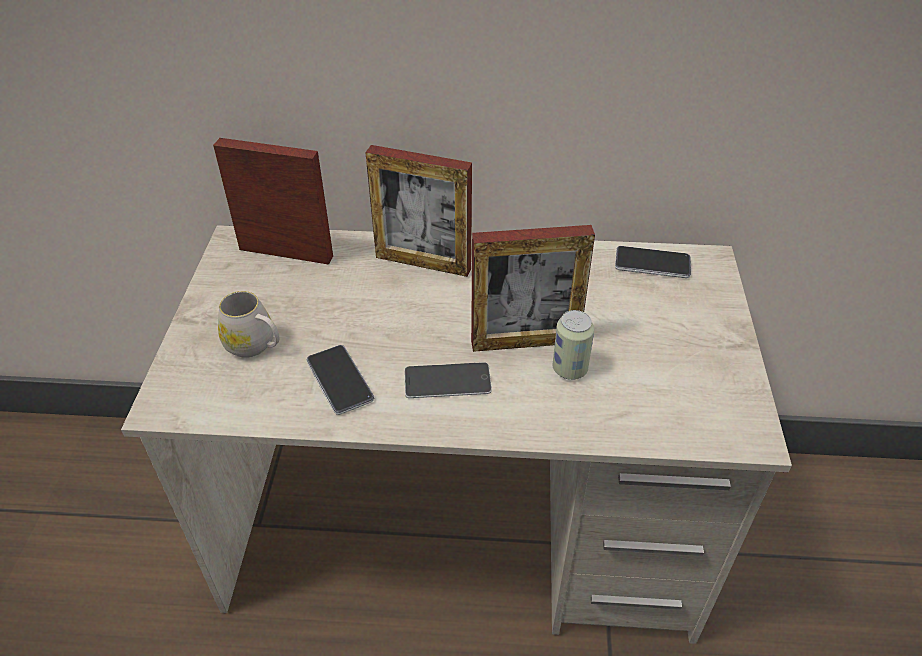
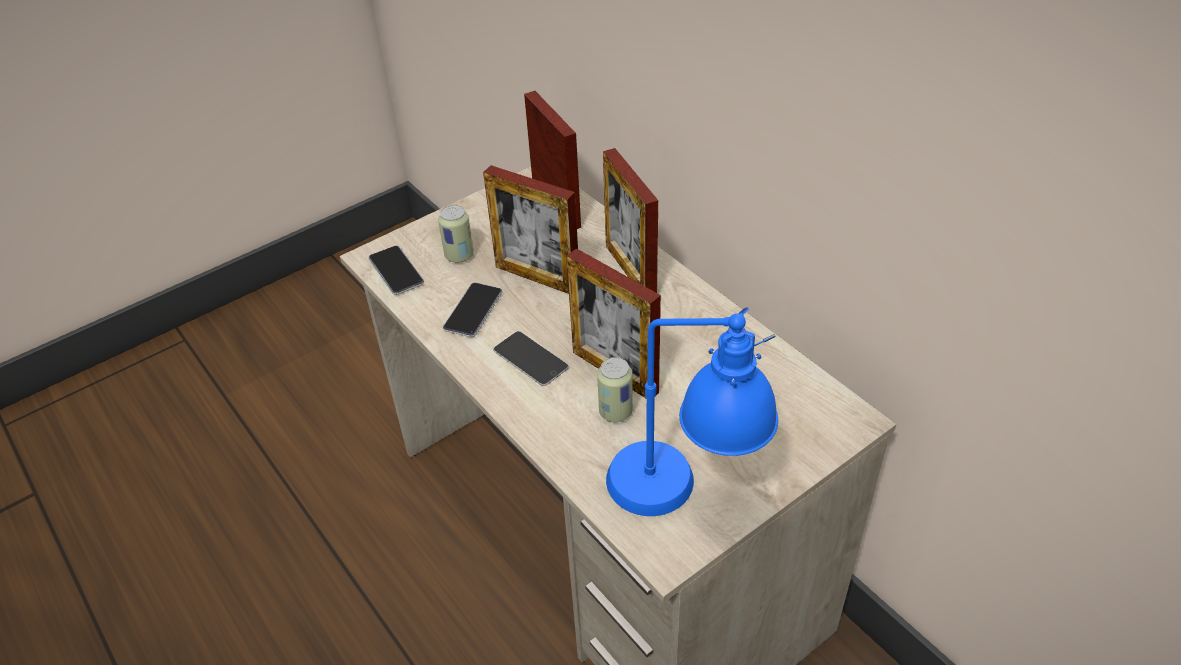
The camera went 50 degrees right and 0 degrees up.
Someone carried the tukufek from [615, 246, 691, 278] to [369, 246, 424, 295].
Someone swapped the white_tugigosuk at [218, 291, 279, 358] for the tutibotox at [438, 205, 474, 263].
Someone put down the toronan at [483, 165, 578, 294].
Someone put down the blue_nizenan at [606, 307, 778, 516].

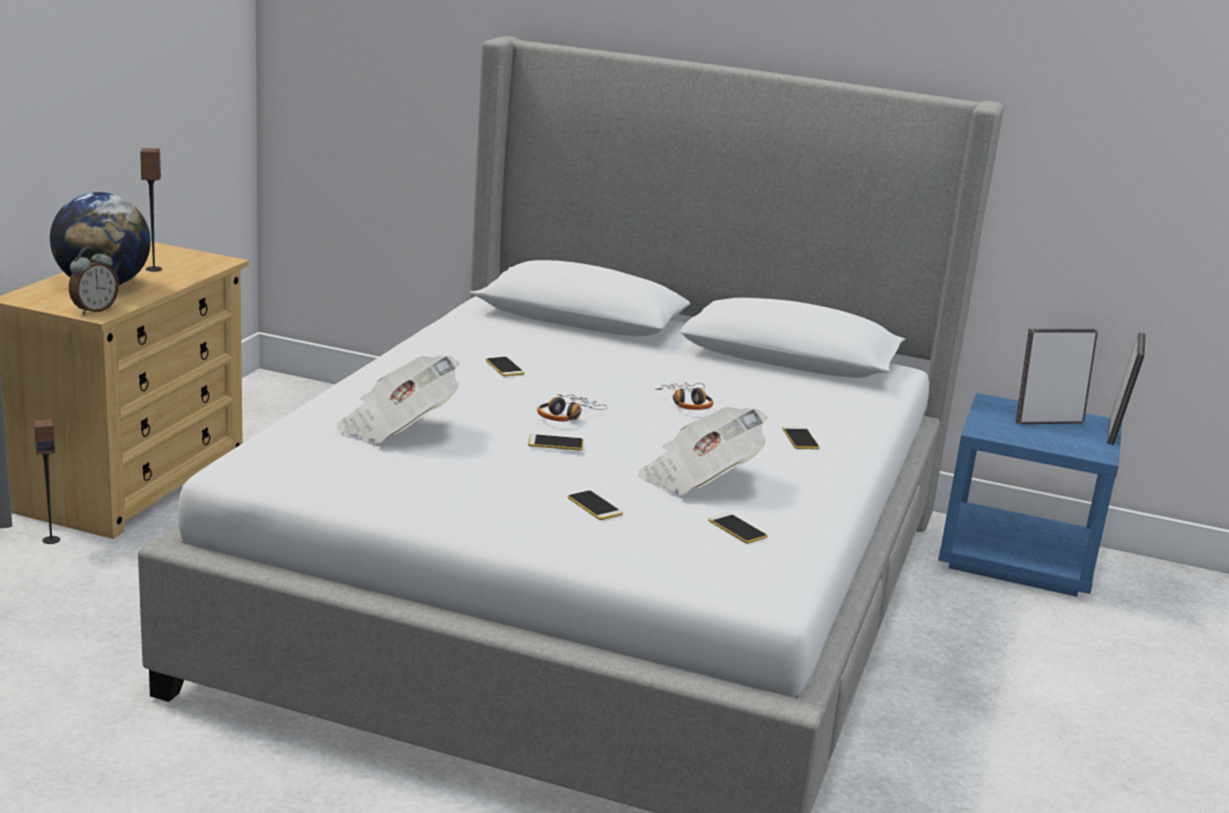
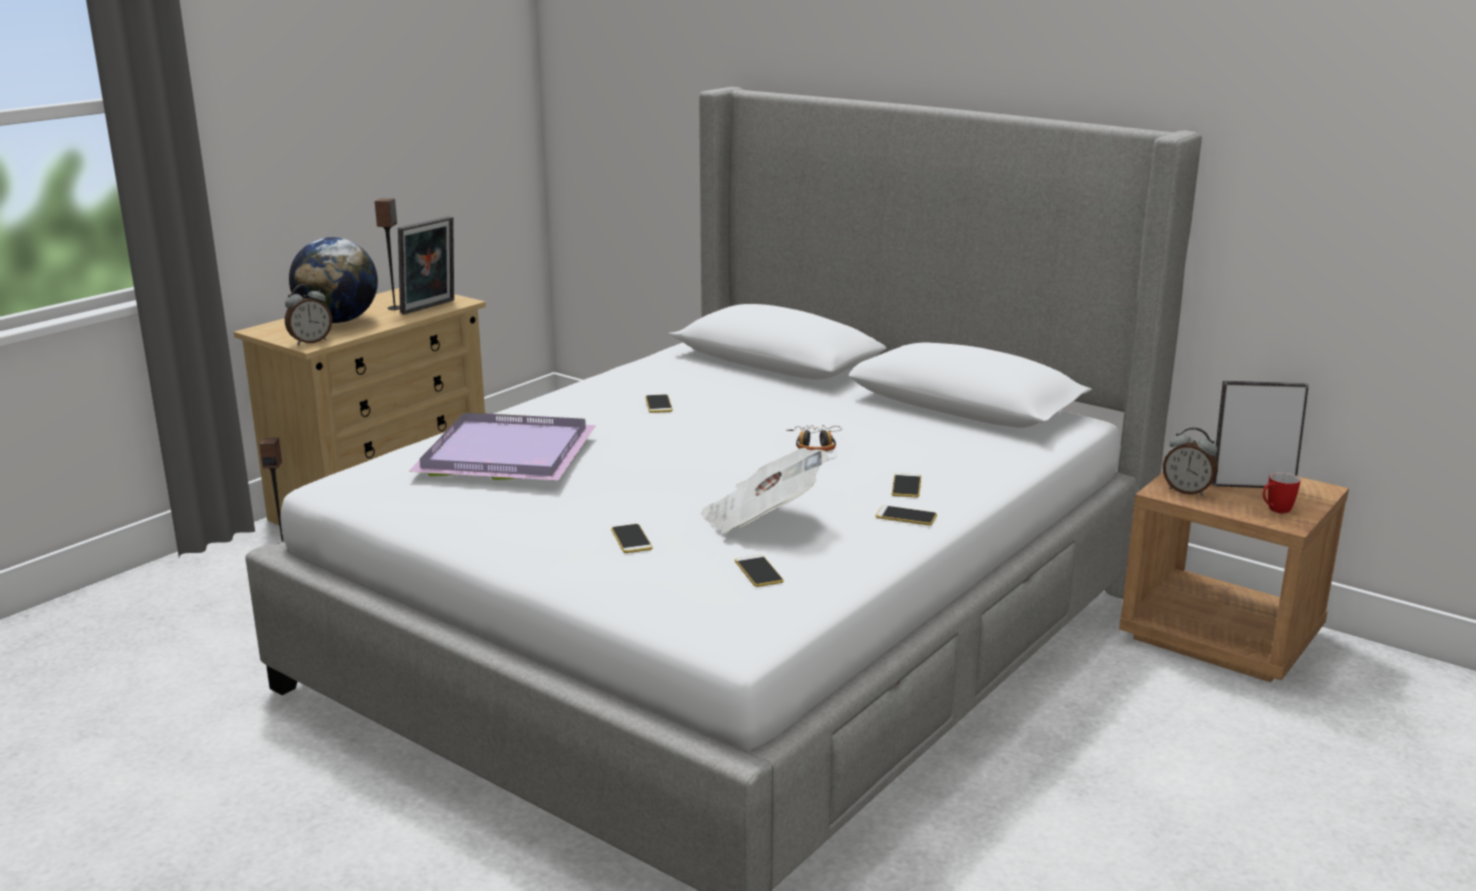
The camera went 20 degrees right and 0 degrees up.
Someone carried the toronan from [1107, 332, 1146, 445] to [398, 216, 454, 314].
Someone swapped the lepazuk at [337, 356, 459, 442] for the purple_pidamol at [408, 412, 596, 481].
Someone repainted the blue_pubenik at [938, 393, 1122, 597], which became the brown_pubenik at [1119, 472, 1349, 682].
Someone took away the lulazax at [537, 394, 608, 421].
Someone carried the tukufek from [528, 434, 583, 450] to [876, 505, 937, 525].
Someone put down the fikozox at [1163, 427, 1218, 496].
Someone put down the tugigosuk at [1263, 472, 1301, 513].

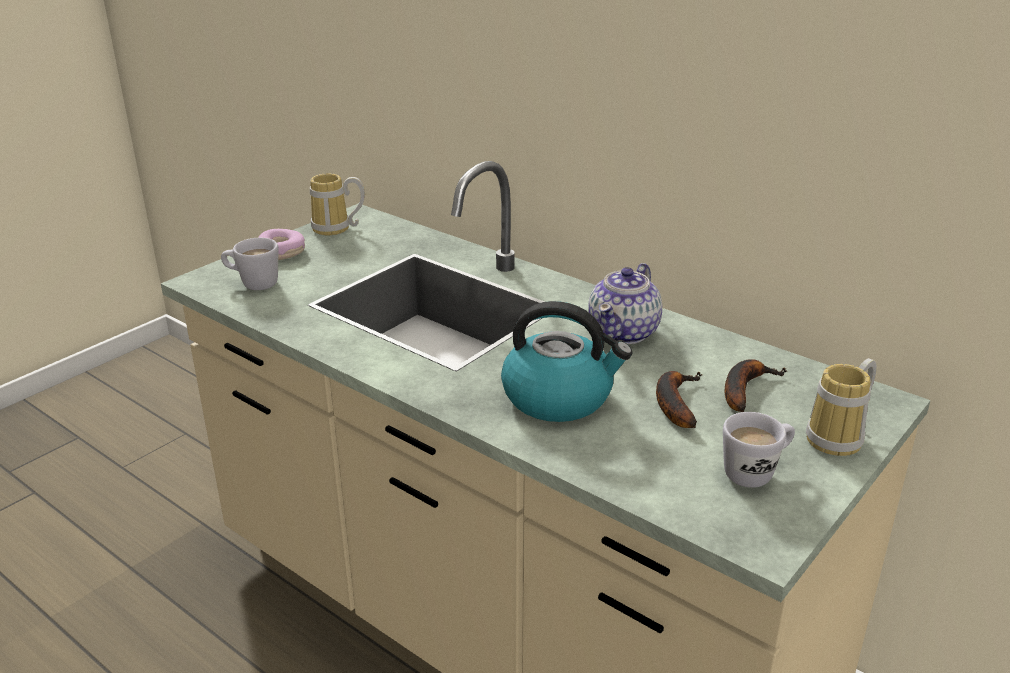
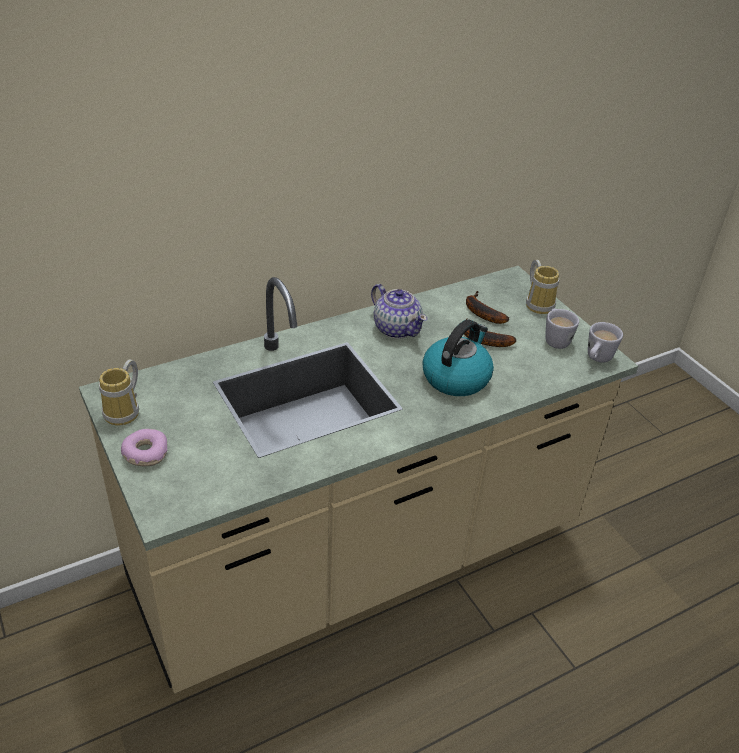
The camera went 70 degrees left and 10 degrees up.
Someone carried the white_tugigosuk from [221, 238, 278, 290] to [588, 322, 623, 363].

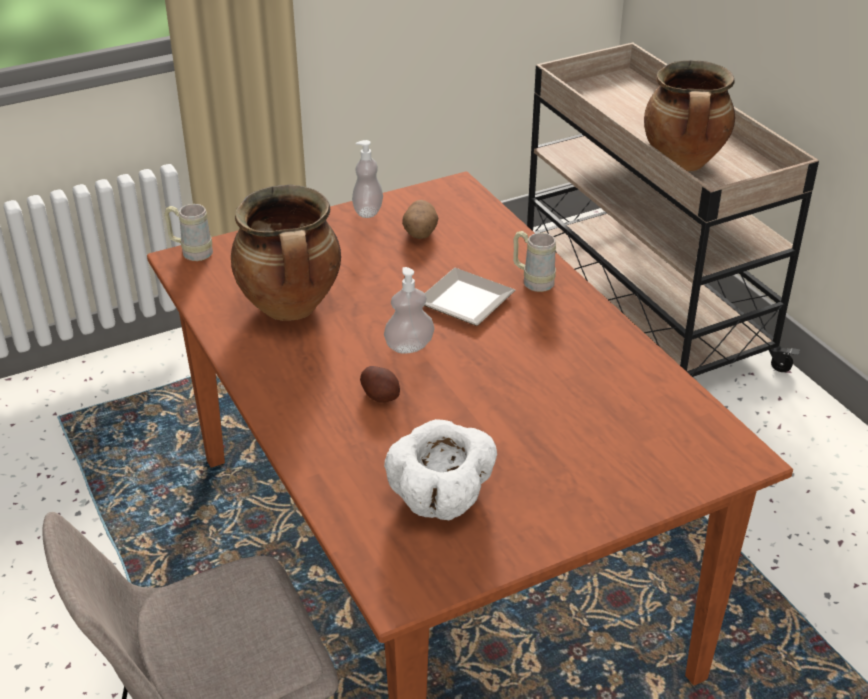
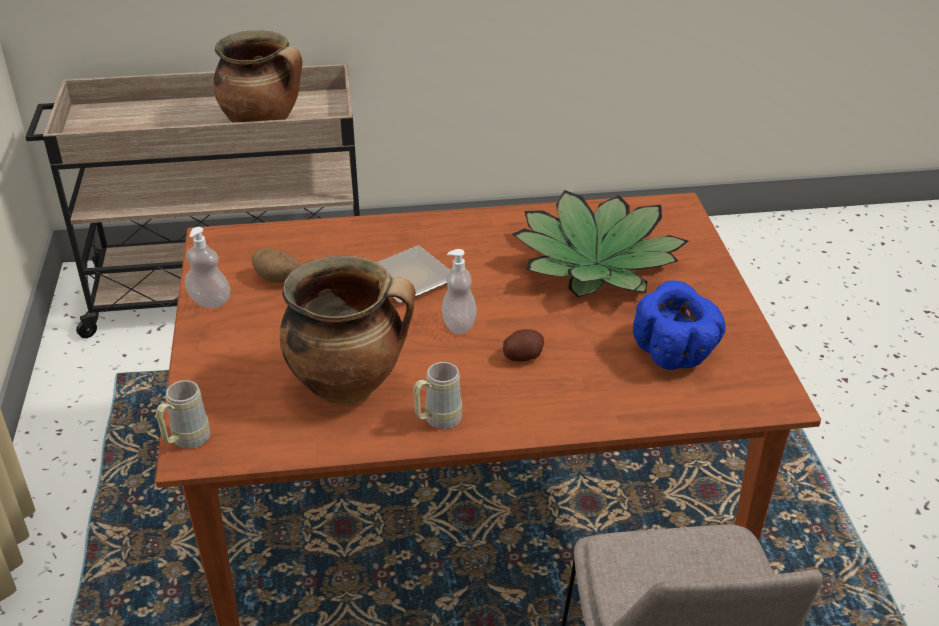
The camera went 70 degrees left and 0 degrees up.
Someone carried the beige_tugigosuk from [513, 231, 556, 292] to [413, 362, 462, 429].
Someone repainted the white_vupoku at [384, 419, 497, 520], which became the blue_vupoku at [633, 280, 726, 370].
Someone put down the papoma at [512, 190, 688, 297].

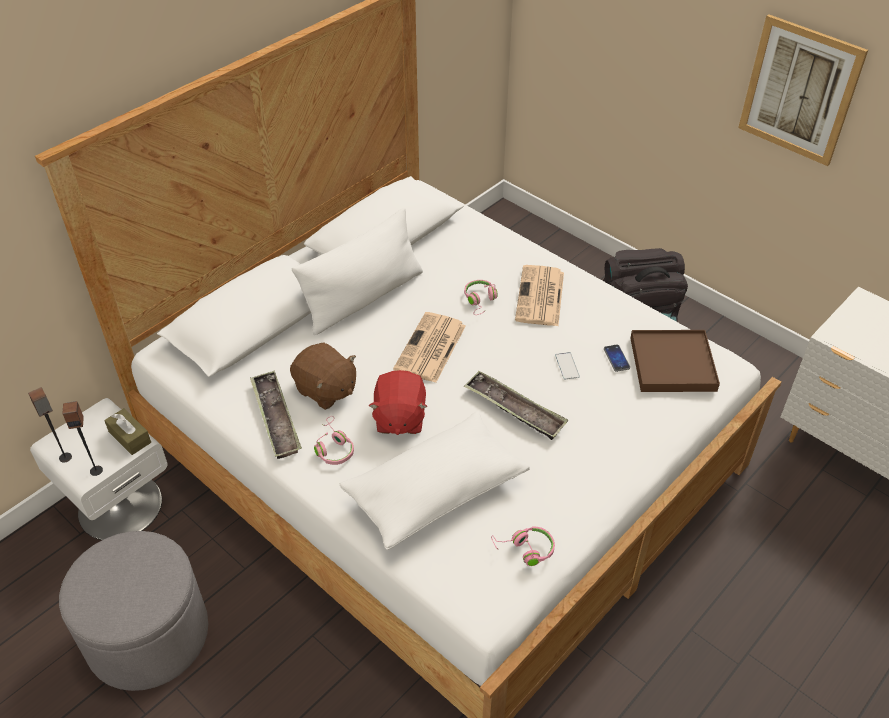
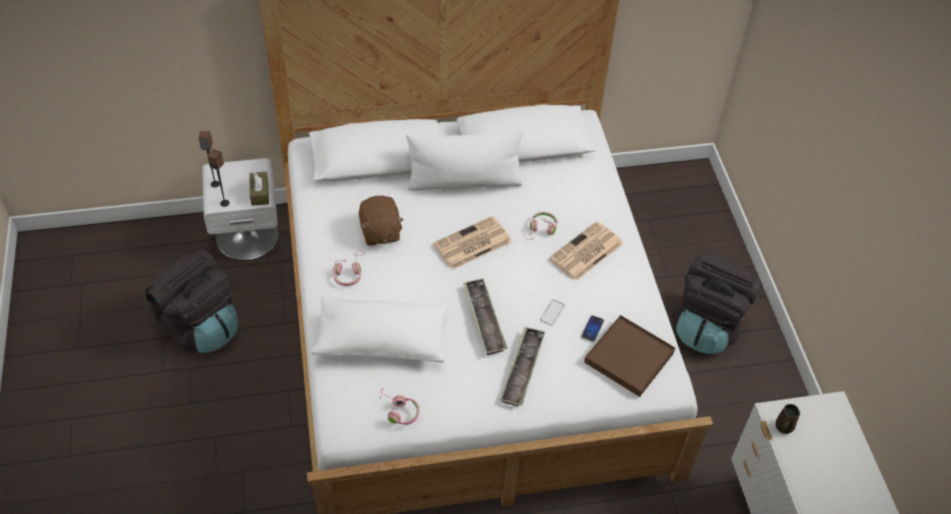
The camera went 35 degrees right and 5 degrees up.
Someone took away the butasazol at [738, 14, 868, 166].
Someone took away the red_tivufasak at [369, 370, 428, 435].
Someone carried the pidamol from [250, 371, 302, 459] to [500, 327, 545, 406].
Someone swapped the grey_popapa at [59, 531, 208, 691] for the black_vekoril at [146, 250, 238, 353].
Someone put down the brown_tugigosuk at [776, 404, 800, 434].

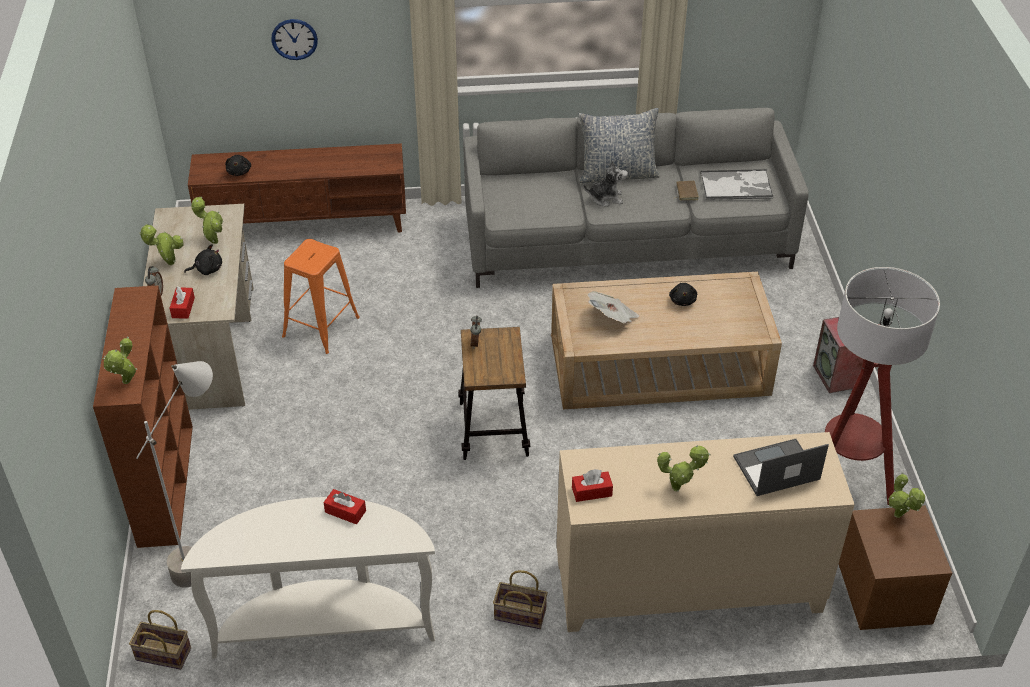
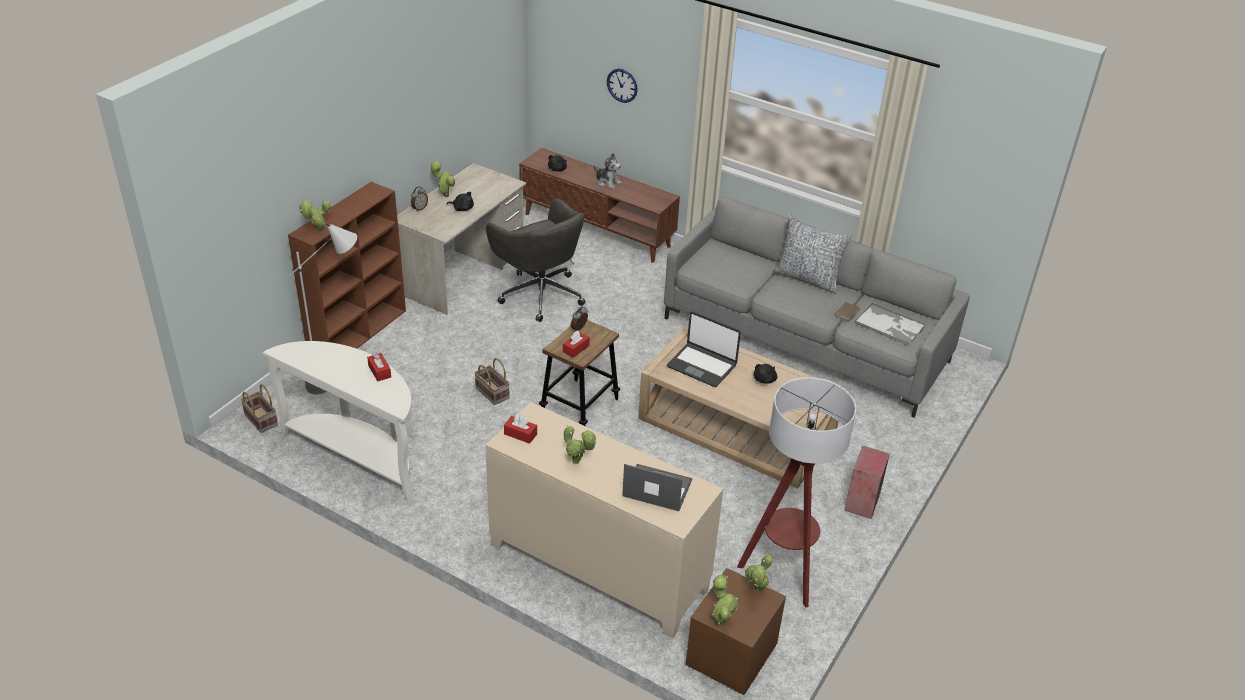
The camera went 35 degrees right and 5 degrees down.
Someone carried the tivufasak from [583, 160, 628, 207] to [594, 153, 622, 189].
Someone carried the papoma from [191, 196, 223, 244] to [711, 575, 738, 626].
Someone swapped the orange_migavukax at [282, 239, 360, 354] for the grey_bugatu at [486, 199, 586, 322].
Someone carried the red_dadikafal from [170, 286, 195, 319] to [563, 331, 590, 358].
Someone swapped the lepazuk at [588, 291, 640, 323] for the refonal at [667, 311, 741, 387].
Someone carried the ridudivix from [493, 570, 548, 629] to [474, 358, 510, 405].

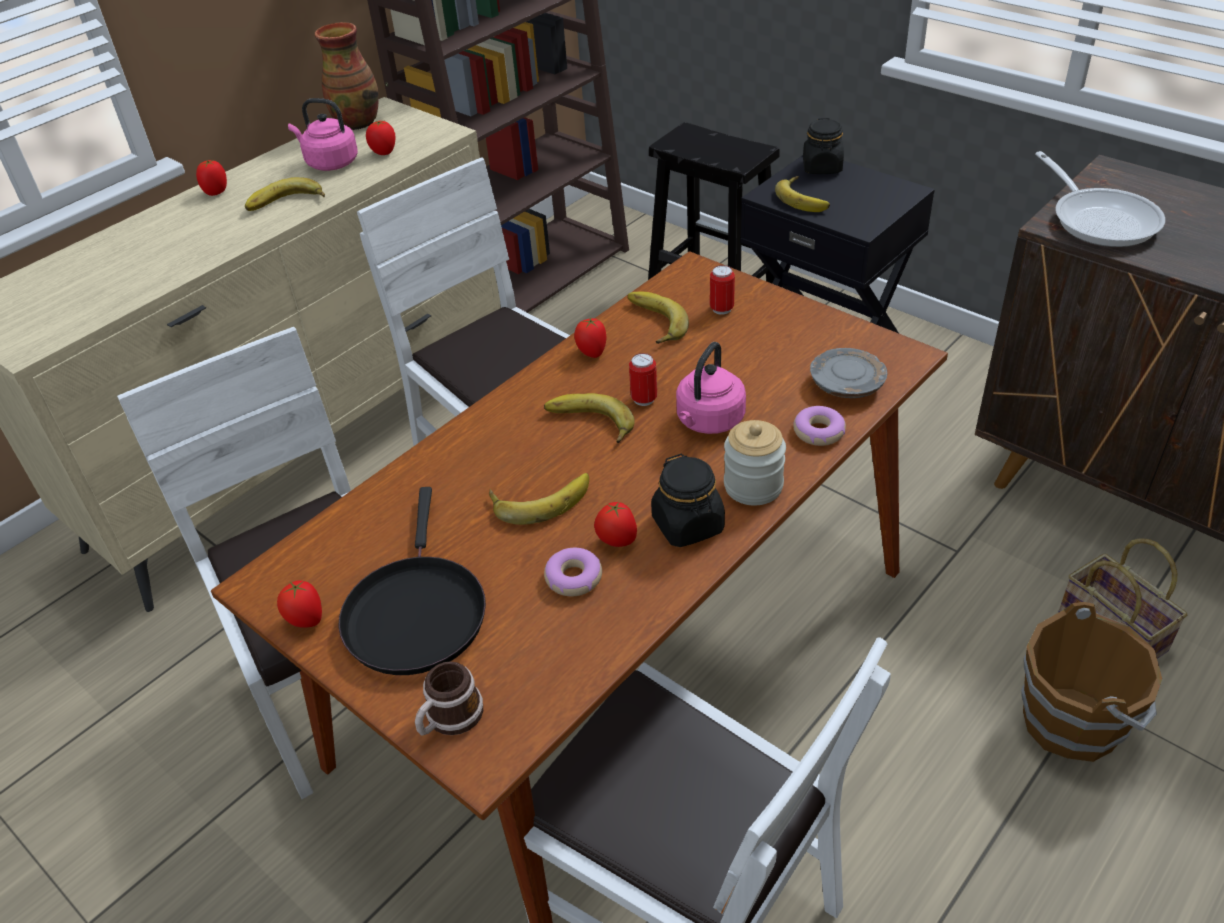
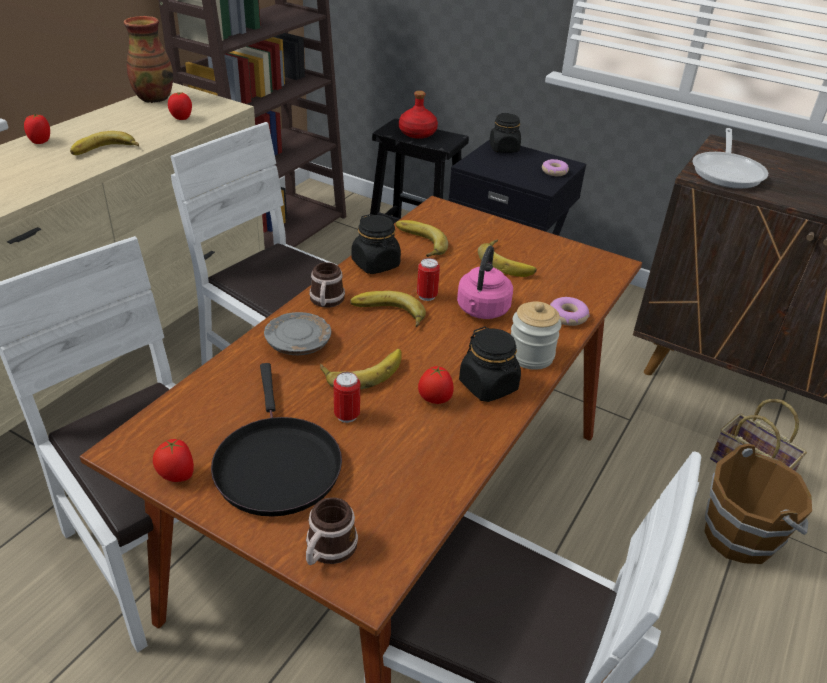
The camera went 15 degrees left and 5 degrees down.
Someone took away the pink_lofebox at [288, 98, 358, 171].
Someone rotated the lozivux at [1035, 151, 1165, 247] by 45 degrees clockwise.
Someone carried the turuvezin from [775, 176, 830, 212] to [478, 239, 537, 277].
Someone carried the tutibotox from [710, 265, 735, 315] to [334, 372, 360, 423].
Someone swapped the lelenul at [574, 317, 606, 358] for the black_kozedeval at [351, 214, 401, 274].
Someone carried the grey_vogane from [810, 348, 887, 398] to [264, 312, 331, 355].
Someone carried the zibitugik from [544, 548, 602, 597] to [542, 159, 569, 176].
Someone put down the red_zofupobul at [399, 91, 438, 139].
Someone put down the tugigosuk at [309, 262, 345, 308].

